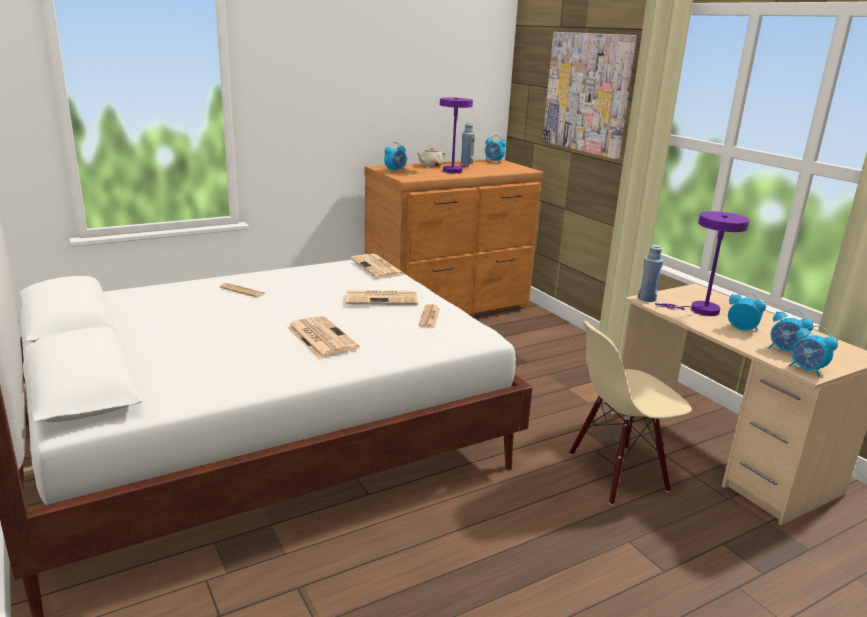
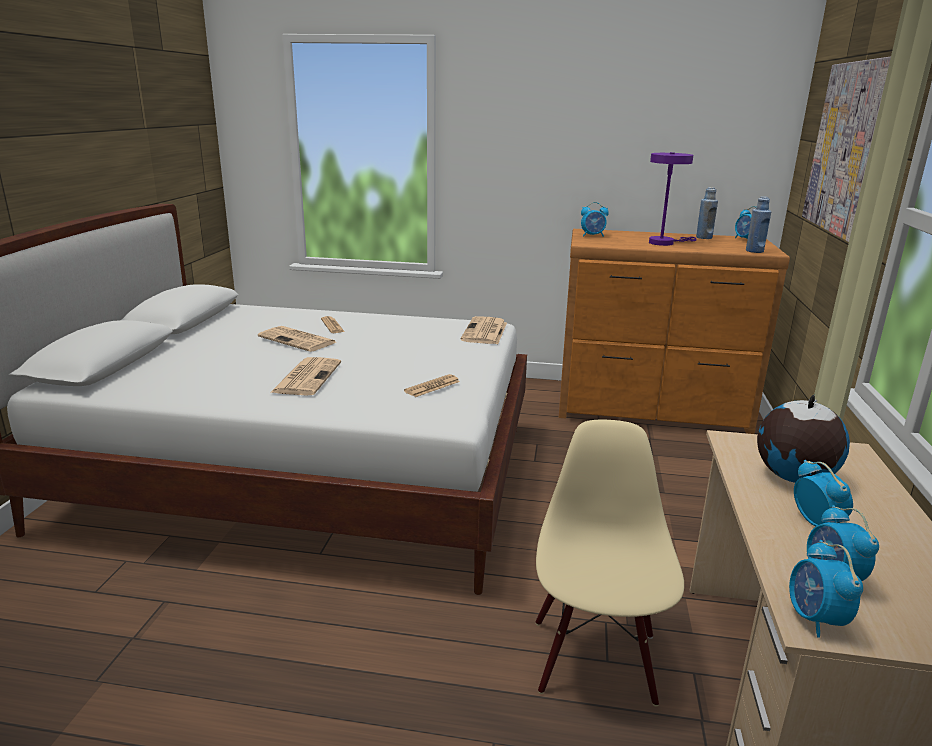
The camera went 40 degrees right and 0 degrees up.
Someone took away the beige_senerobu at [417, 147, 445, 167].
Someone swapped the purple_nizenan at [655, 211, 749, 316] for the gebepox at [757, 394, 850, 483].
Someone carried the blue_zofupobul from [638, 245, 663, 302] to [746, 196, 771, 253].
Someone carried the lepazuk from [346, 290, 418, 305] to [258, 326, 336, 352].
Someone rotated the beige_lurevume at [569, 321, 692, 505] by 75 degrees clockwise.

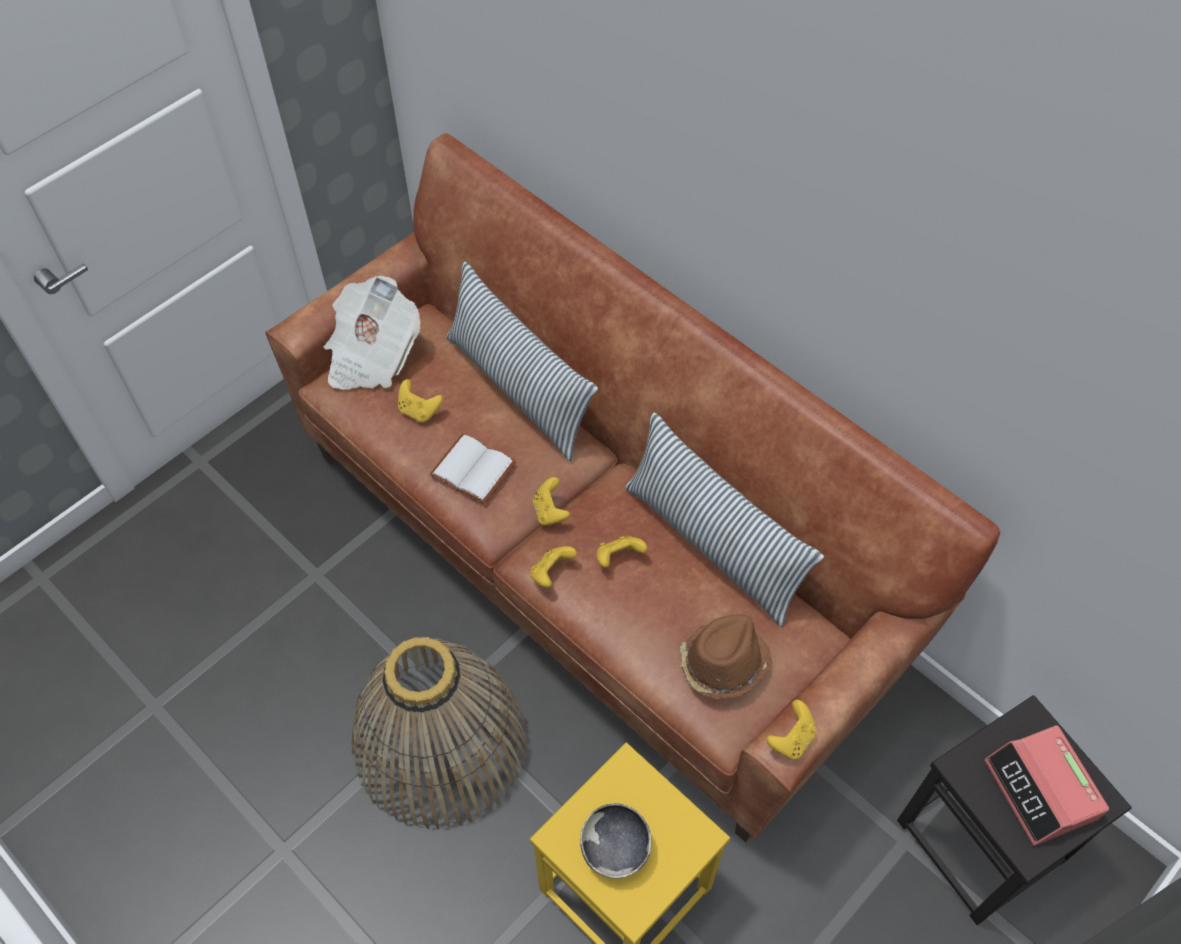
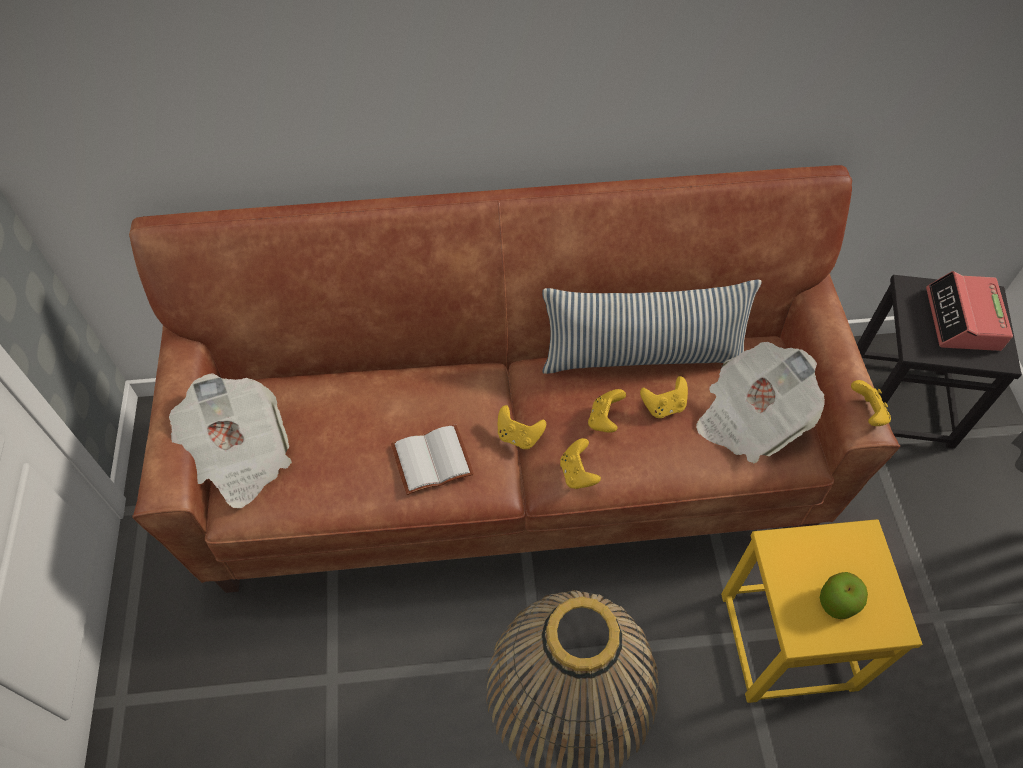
The camera went 50 degrees left and 0 degrees up.
Someone took away the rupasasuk at [446, 262, 598, 461].
Someone carried the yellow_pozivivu from [398, 379, 443, 422] to [640, 376, 688, 418].
Someone swapped the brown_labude at [680, 614, 772, 699] for the lepazuk at [696, 342, 825, 463].
Someone rotated the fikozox at [984, 725, 1109, 846] by 75 degrees clockwise.
Someone swapped the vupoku at [580, 803, 651, 879] for the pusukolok at [820, 572, 868, 619].

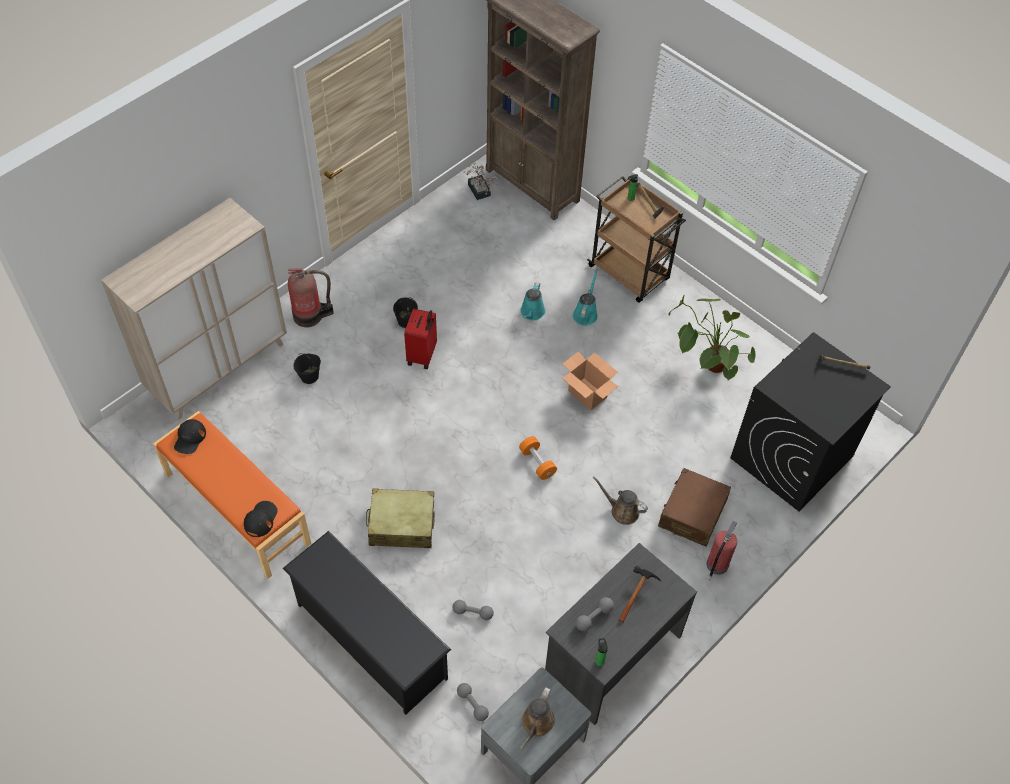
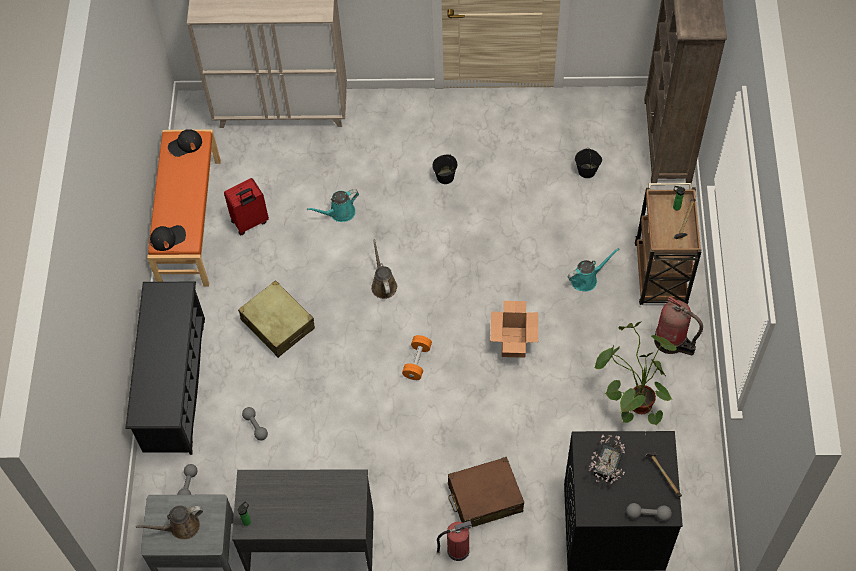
The camera went 50 degrees right and 5 degrees up.
Someone carried the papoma from [464, 163, 498, 200] to [589, 435, 625, 484].
Someone carried the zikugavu from [288, 268, 334, 327] to [654, 296, 703, 355].
Someone carried the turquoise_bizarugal from [520, 282, 545, 321] to [307, 189, 359, 222].
Someone carried the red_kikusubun from [404, 309, 437, 369] to [224, 178, 269, 235].
Someone carried the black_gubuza from [293, 353, 321, 384] to [575, 147, 602, 178].
Someone carried the brown_bizarugal from [593, 476, 648, 525] to [371, 239, 397, 299].
Someone took away the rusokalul at [619, 565, 661, 623].
Someone carried the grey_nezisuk from [576, 597, 614, 631] to [626, 503, 672, 521].

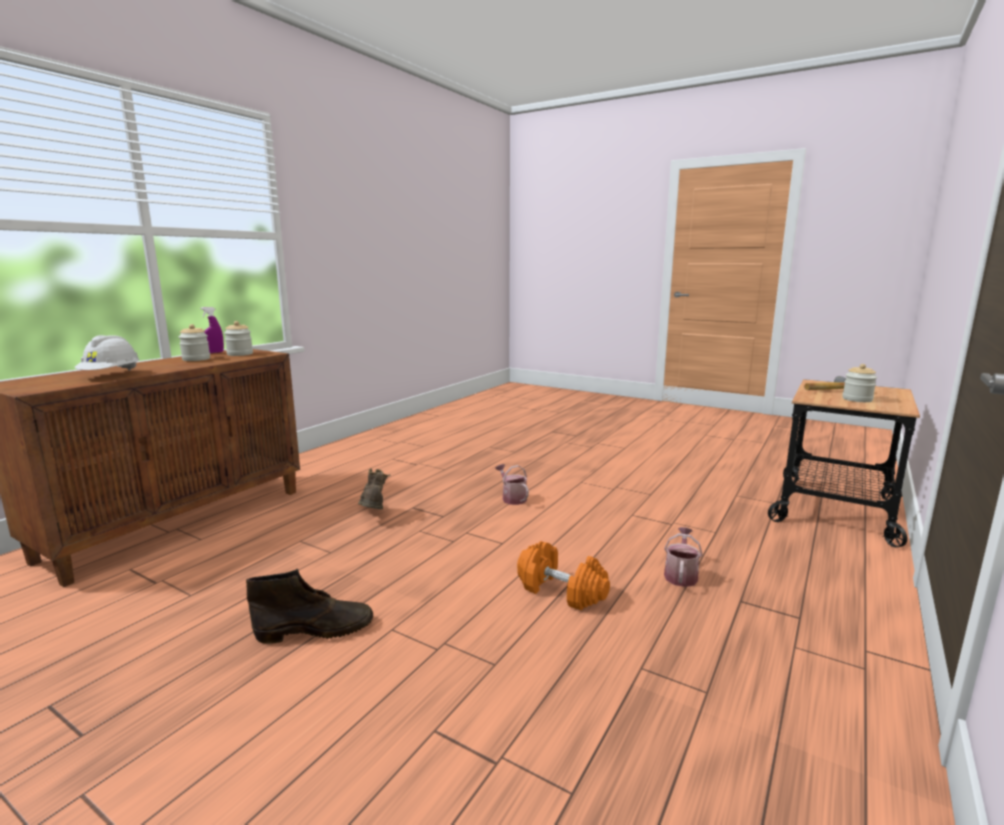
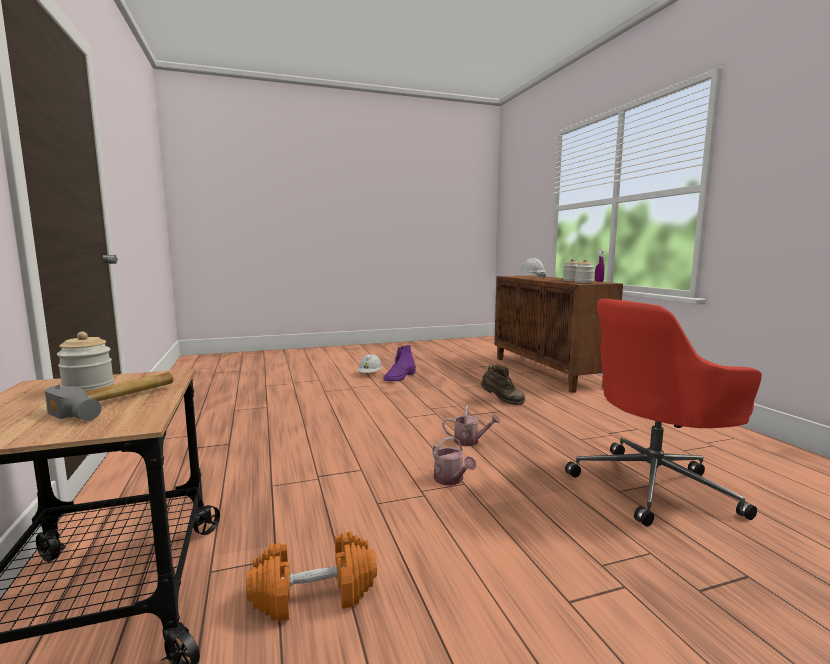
The camera went 130 degrees right and 5 degrees down.
Someone carried the bizarugal from [664, 527, 703, 587] to [432, 436, 476, 485].
Someone carried the orange_nezisuk from [517, 541, 610, 610] to [246, 531, 377, 621].
Someone repainted the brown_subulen at [246, 569, 373, 644], which became the purple_subulen at [383, 345, 416, 382].
Someone put down the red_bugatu at [565, 299, 762, 526].
Someone put down the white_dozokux at [358, 354, 382, 373].

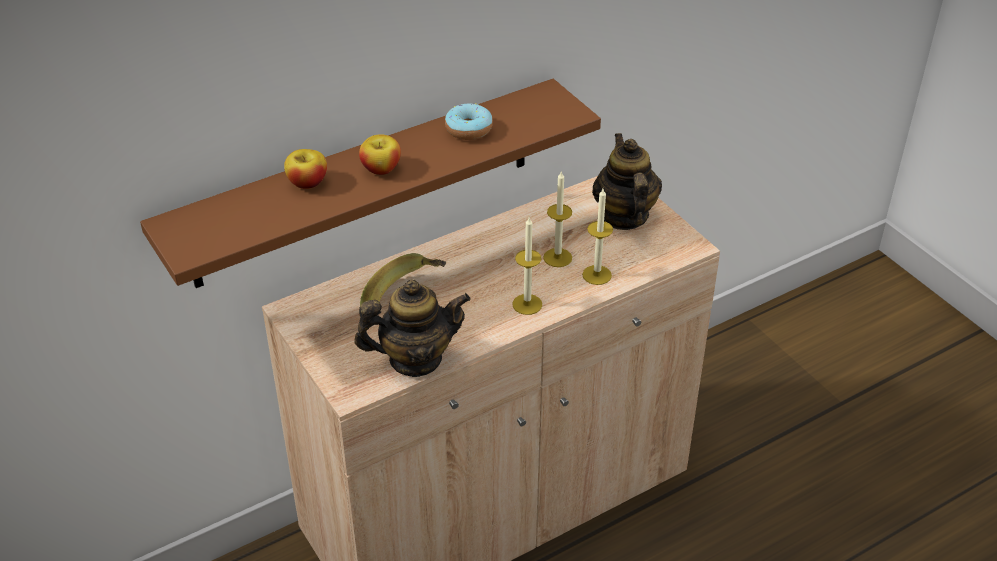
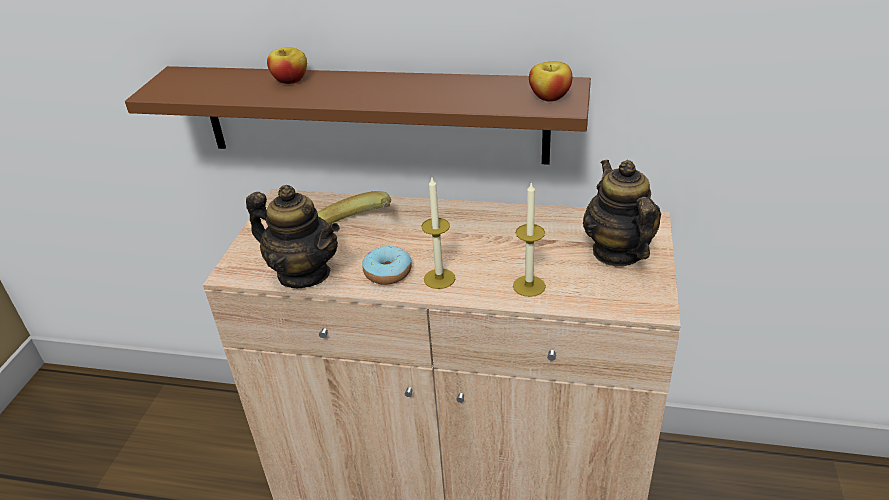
The camera went 45 degrees right and 5 degrees down.
Someone carried the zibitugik from [445, 103, 493, 140] to [362, 246, 412, 285].
Someone rotated the senerobu at [592, 133, 662, 230] by 45 degrees counterclockwise.
Someone carried the pusukolok from [359, 134, 401, 175] to [529, 61, 572, 102].
Someone took away the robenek at [543, 170, 572, 267].

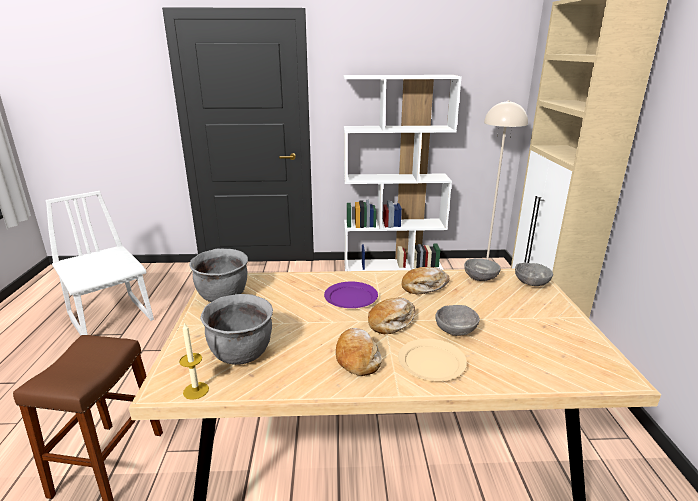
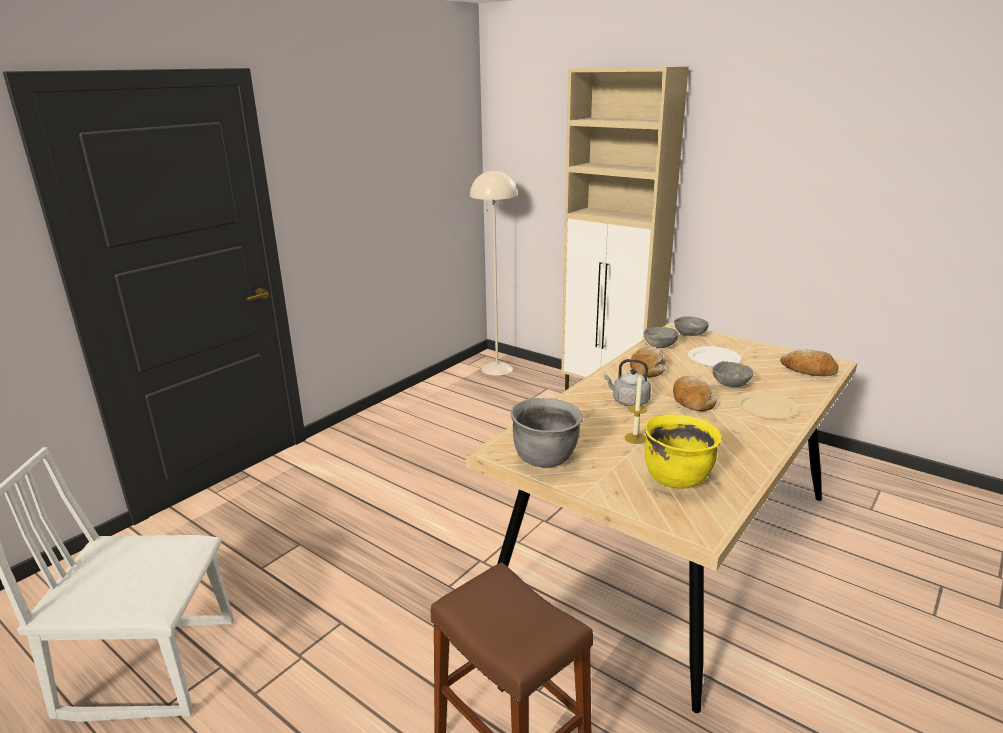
The camera went 50 degrees left and 0 degrees up.
Someone took away the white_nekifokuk at [344, 75, 462, 271].
Someone swapped the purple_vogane at [324, 282, 378, 308] for the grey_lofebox at [604, 359, 651, 406].
Someone repainted the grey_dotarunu at [200, 294, 273, 365], which became the yellow_dotarunu at [644, 414, 722, 489].
Someone carried the robenek from [179, 322, 209, 400] to [625, 375, 647, 444].
Someone carried the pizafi from [336, 328, 382, 376] to [780, 349, 838, 376].
Someone put down the white_vogane at [688, 346, 741, 367].

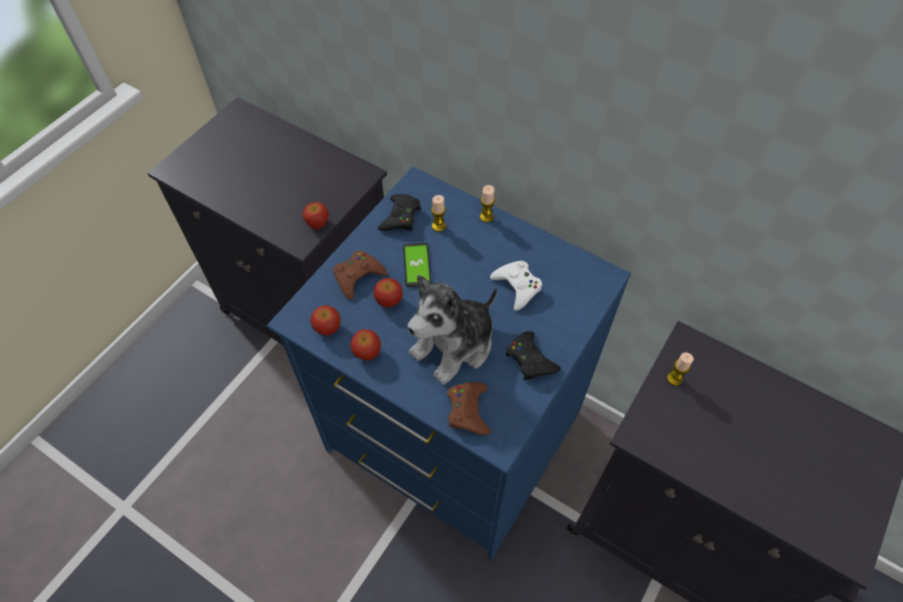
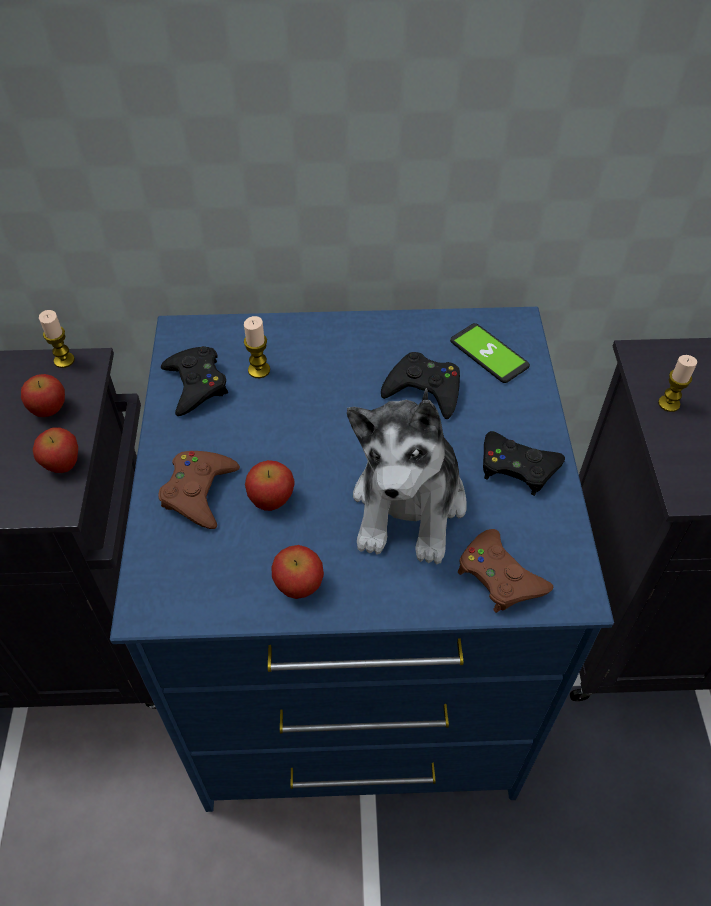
The camera went 35 degrees left and 5 degrees down.
Someone carried the robenek from [480, 185, 495, 222] to [39, 310, 75, 368].
Someone carried the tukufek from [403, 243, 431, 287] to [450, 323, 530, 383].
Someone repainted the white_pozivivu at [490, 261, 542, 311], which became the black_pozivivu at [381, 352, 460, 419].
Someone carried the pusukolok from [310, 305, 341, 335] to [21, 374, 65, 417].

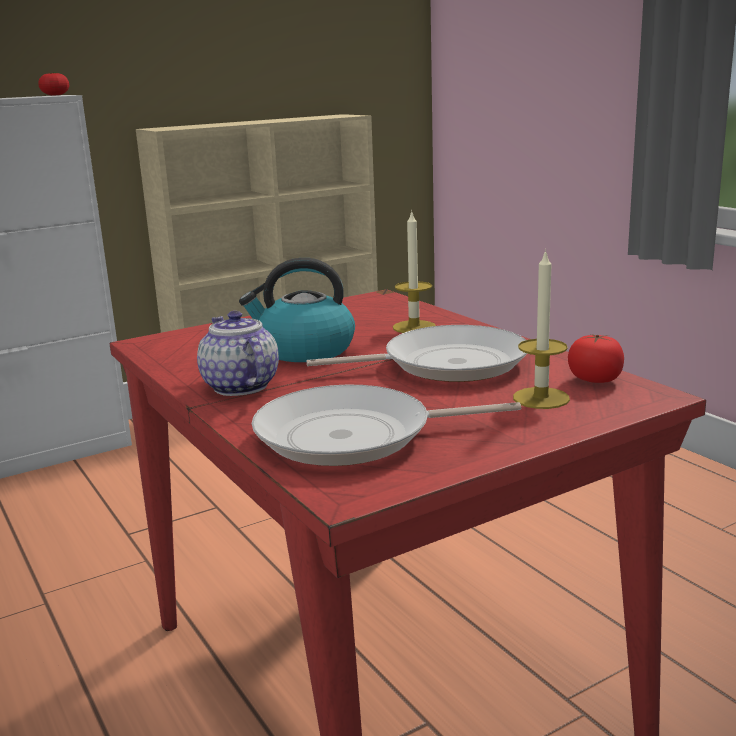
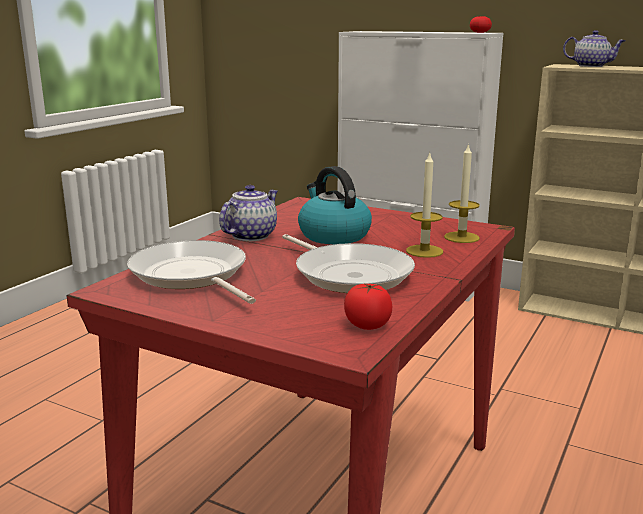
The camera went 60 degrees right and 0 degrees up.
Someone carried the robenek from [513, 249, 570, 409] to [444, 143, 480, 243].
Someone put down the senerobu at [563, 30, 625, 67].

